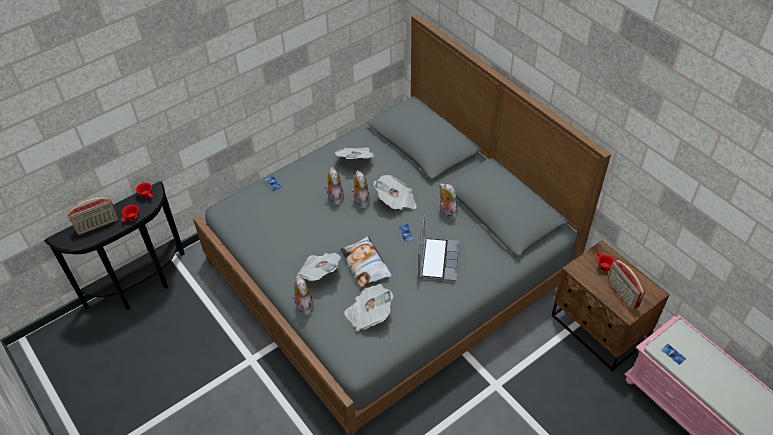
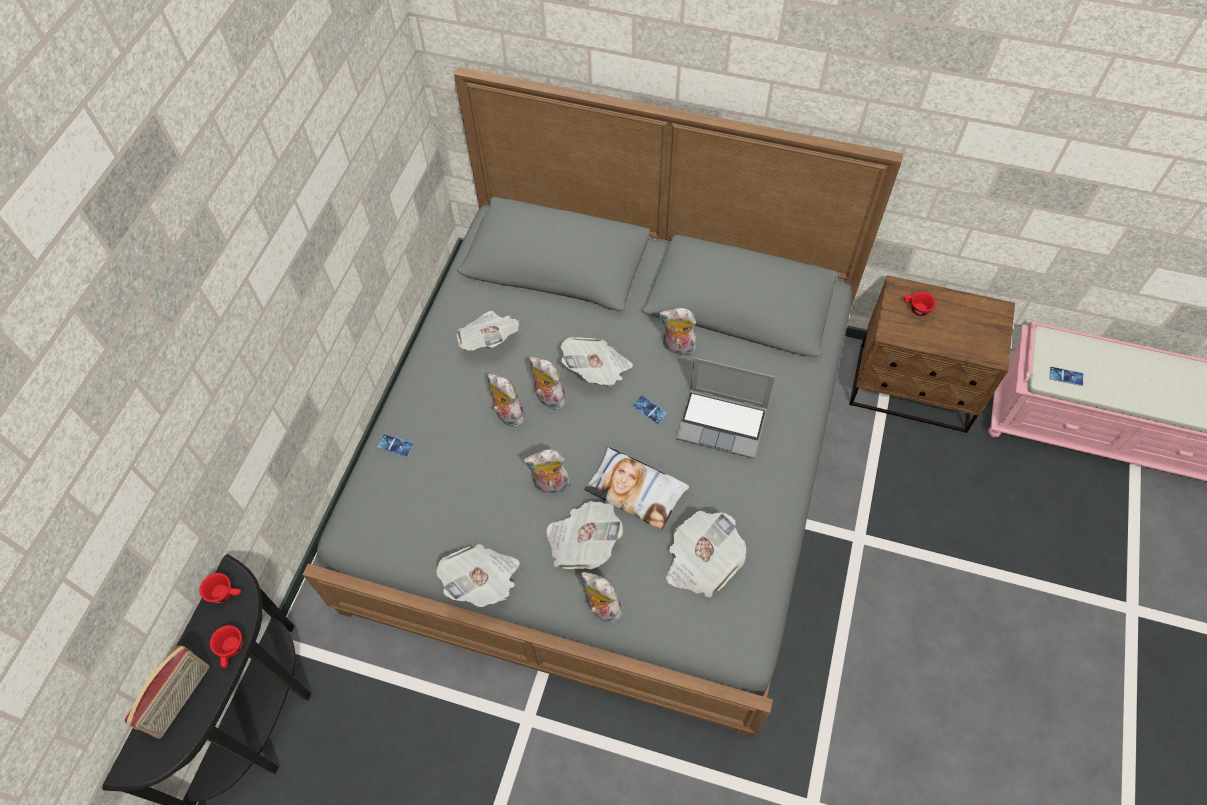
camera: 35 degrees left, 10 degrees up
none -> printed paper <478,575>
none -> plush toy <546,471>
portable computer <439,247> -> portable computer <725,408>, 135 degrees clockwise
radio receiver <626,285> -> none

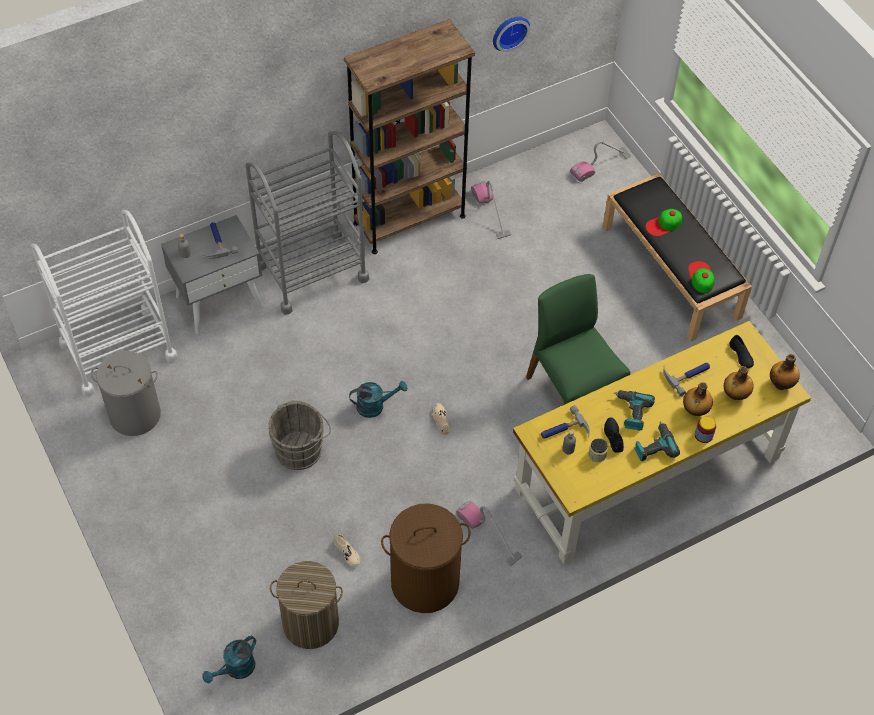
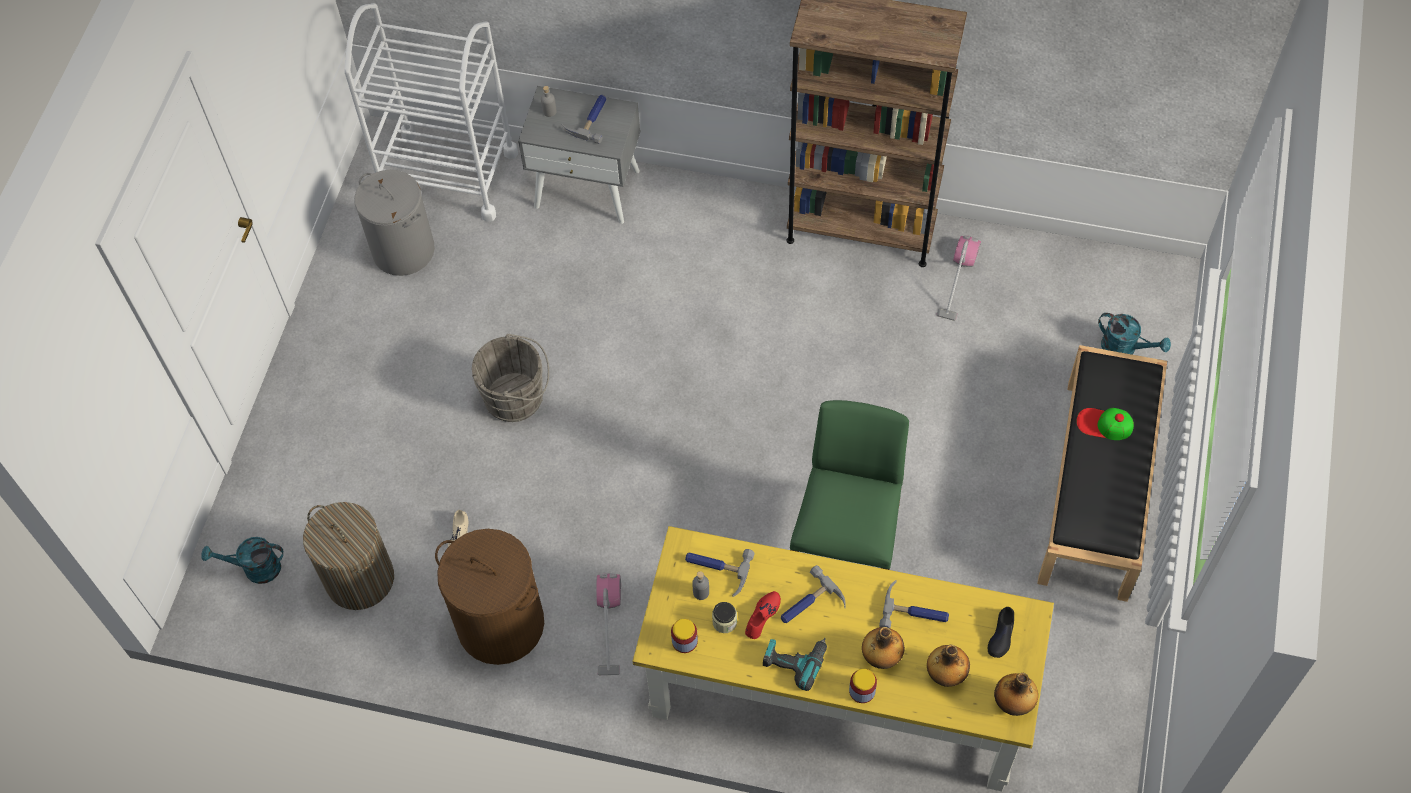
camera: 45 degrees right, 5 degrees up
none -> jar <684,636>
shoe (black) <614,435> -> shoe (reddish) <763,615>
power drill <634,410> -> hammer <813,594>
watering can (turquoise) <378,399> -> watering can (turquoise) <1134,334>, moved
trolley (gray) <307,223> -> none
shoe (beige-coloured) <441,419> -> none
hanging clock <511,34> -> none
hoover <600,161> -> none
baseball cap <701,277> -> none

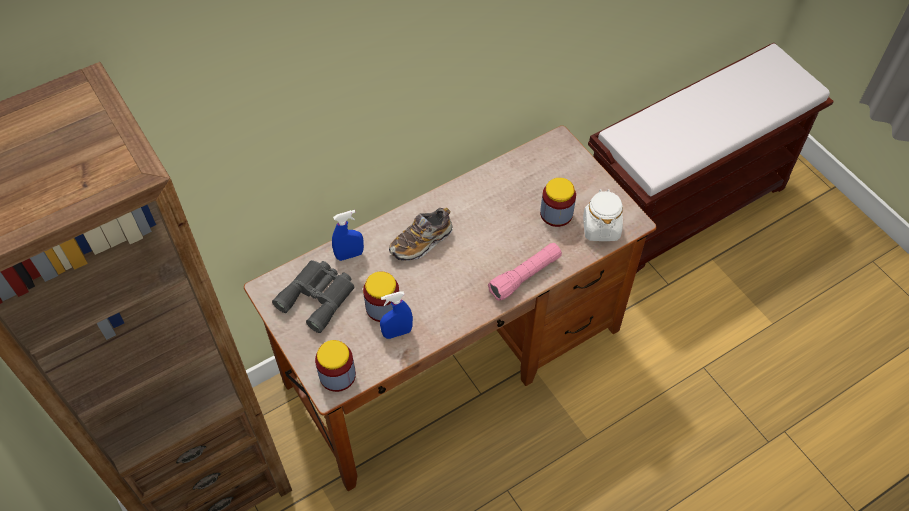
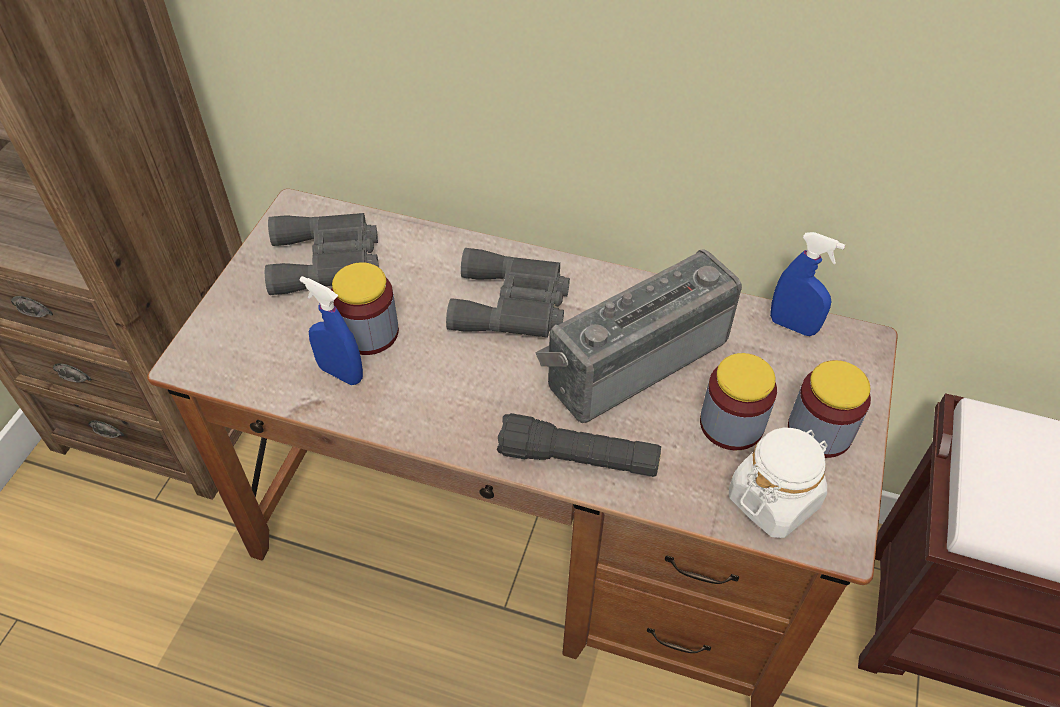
camera: 50 degrees right, 5 degrees down
shoe <421,234> -> pair of binoculars (gray) <508,293>
flashlight (pink) <525,272> -> flashlight (black) <579,445>
none -> radio receiver <639,336>
hand sprayer (blue) <348,235> -> hand sprayer (blue) <807,284>, moved
jar <335,366> -> jar <829,409>, moved

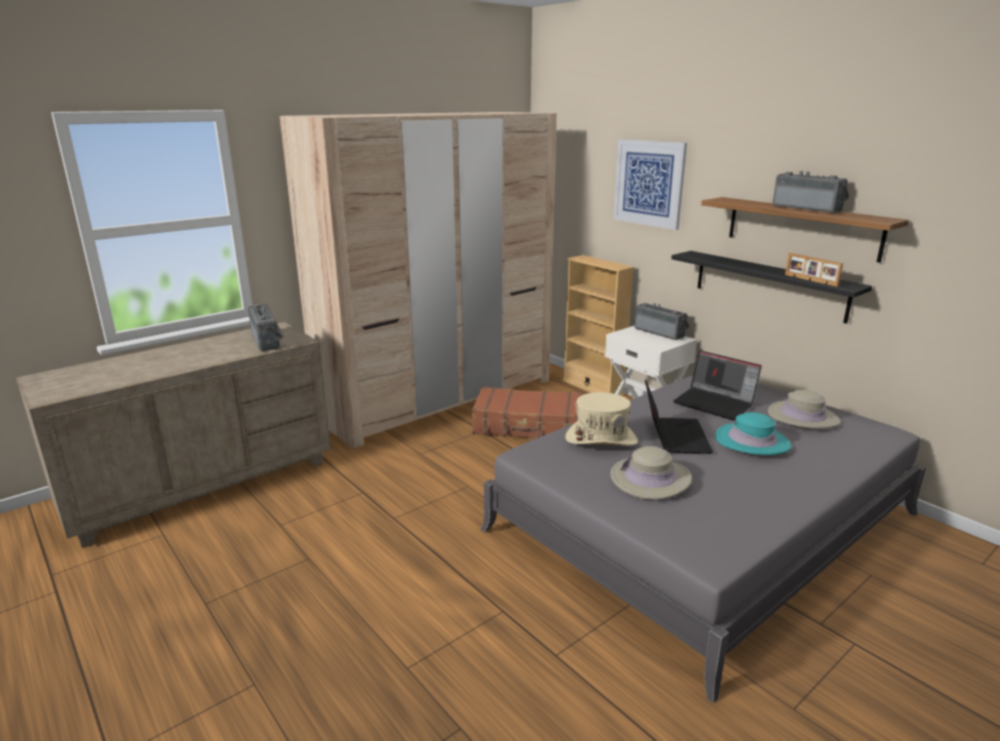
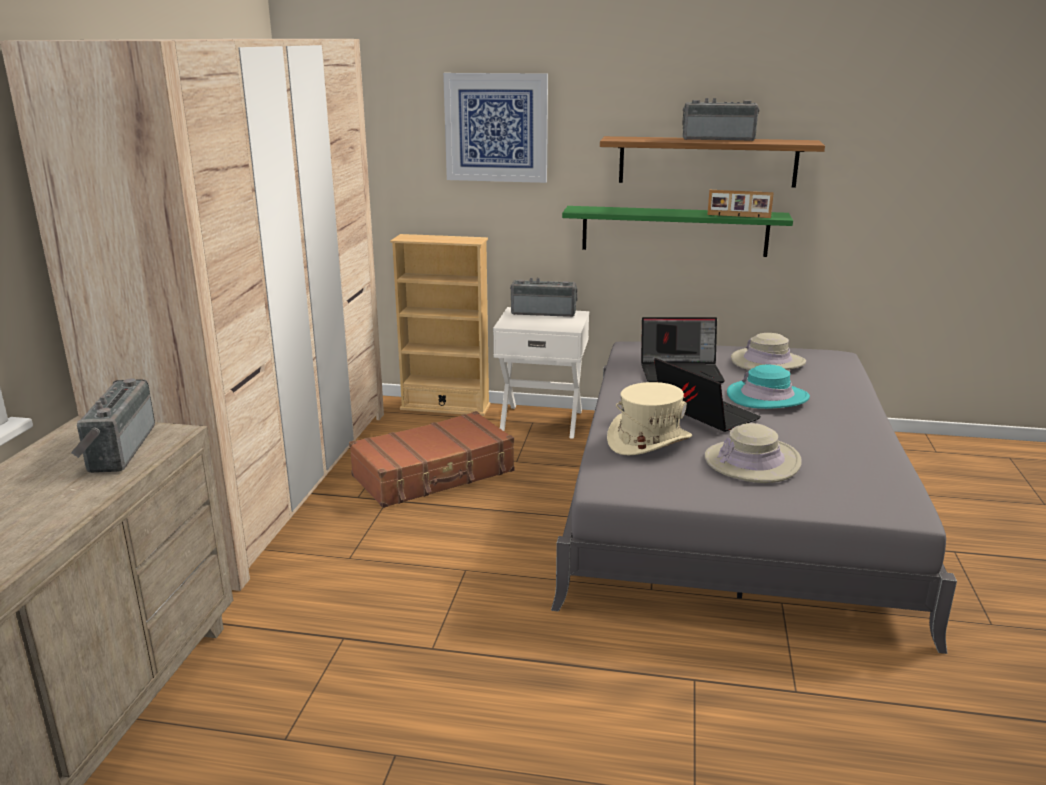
camera: 40 degrees left, 0 degrees up
radio receiver <266,327> -> radio receiver <113,425>, 120 degrees counterclockwise
wall shelf (black) <771,287> -> wall shelf (green) <677,231>

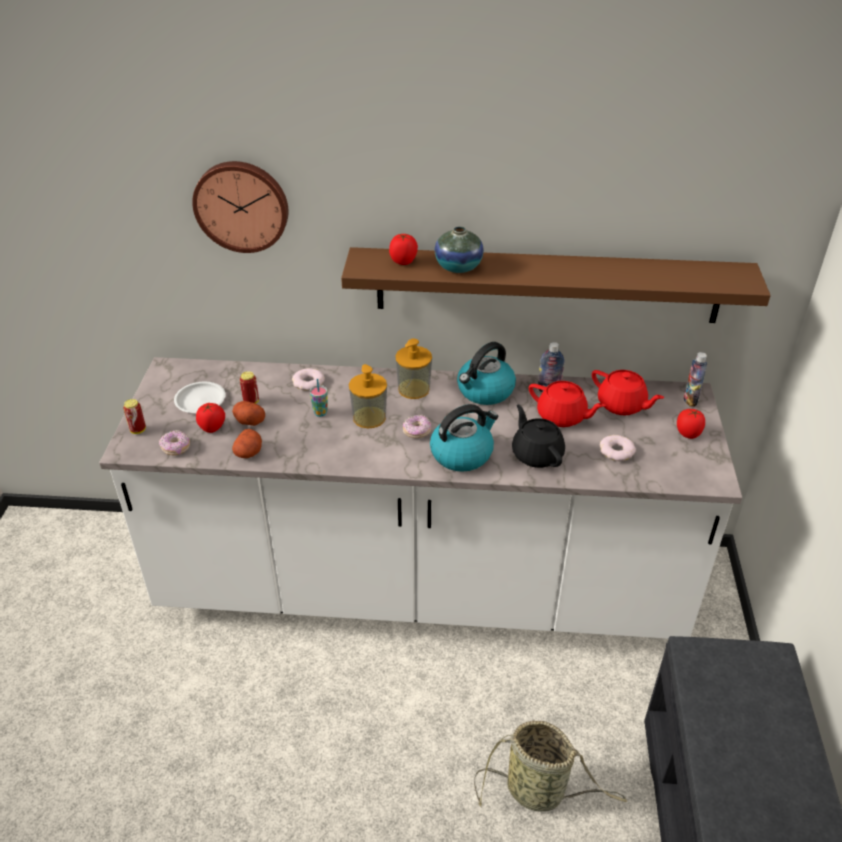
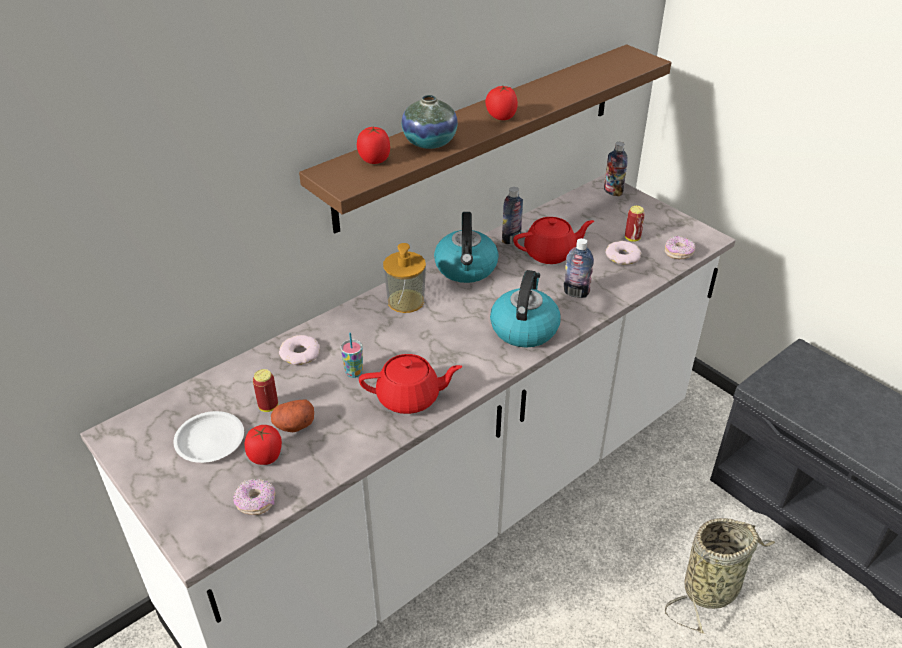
camera: 45 degrees left, 0 degrees up
tea pot (reddish) <628,392> -> tea pot (reddish) <410,384>, moved
whole tomato <691,424> -> whole tomato <501,102>, moved
tea pot (black) <538,436> -> bottle <578,268>
metal can <134,416> -> metal can <635,224>, moved
ring doughnut <417,426> -> ring doughnut <680,247>, moved
hanging clock <240,207> -> none
spud <247,443> -> none
liquid soap bottle <368,396> -> none

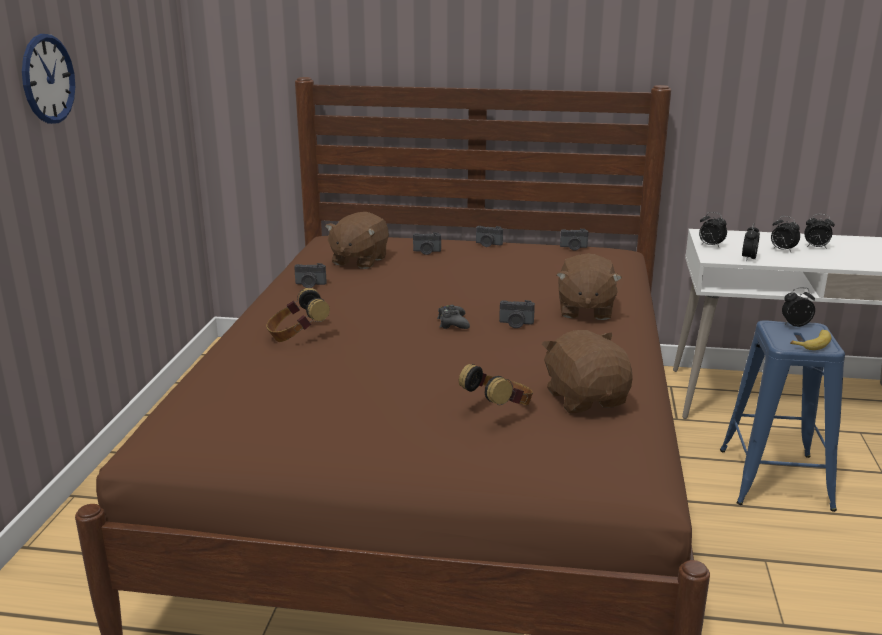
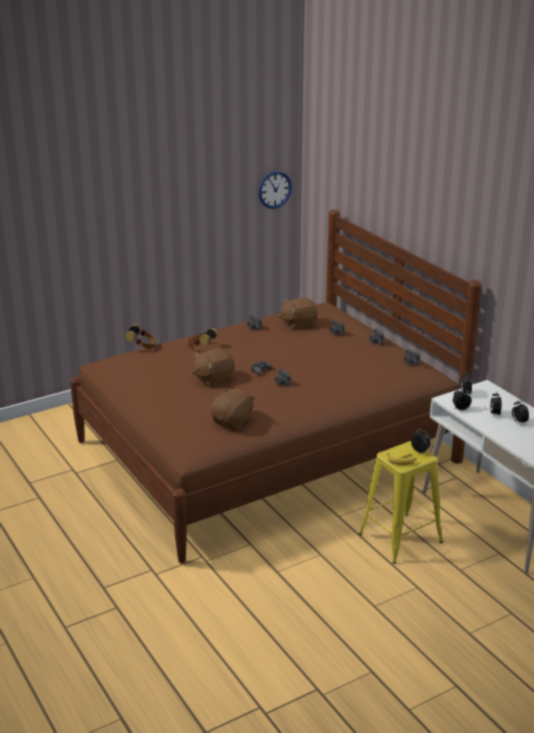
camera: 50 degrees right, 5 degrees up
headphones <496,385> -> headphones <141,336>, moved
plush toy (brownish) <589,286> -> plush toy (brownish) <213,367>, moved
hanging clock <48,79> -> hanging clock <275,190>, moved
sitting stool (blue) <782,416> -> sitting stool (yellow) <401,502>

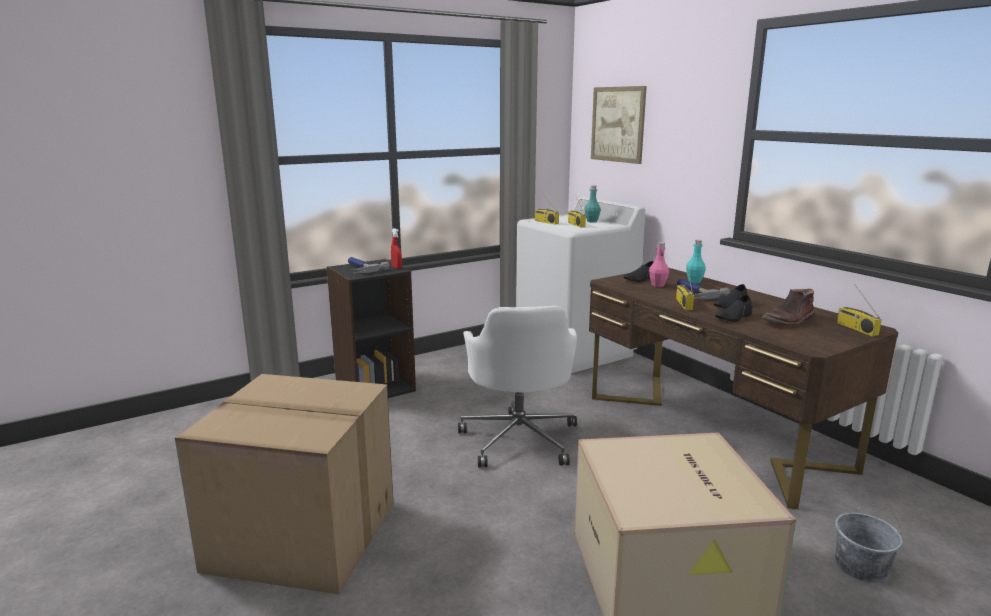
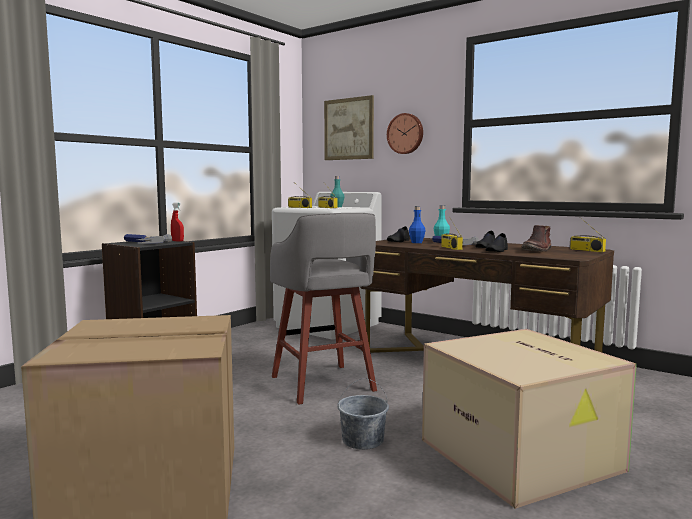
camera: 20 degrees left, 10 degrees down
desk chair (whitish) <517,387> -> sitting stool (gray) <323,309>
bucket (gray) <869,543> -> bucket (gray) <363,414>, moved
none -> hanging clock <405,133>
bottle (pink) <659,264> -> bottle (blue) <417,224>

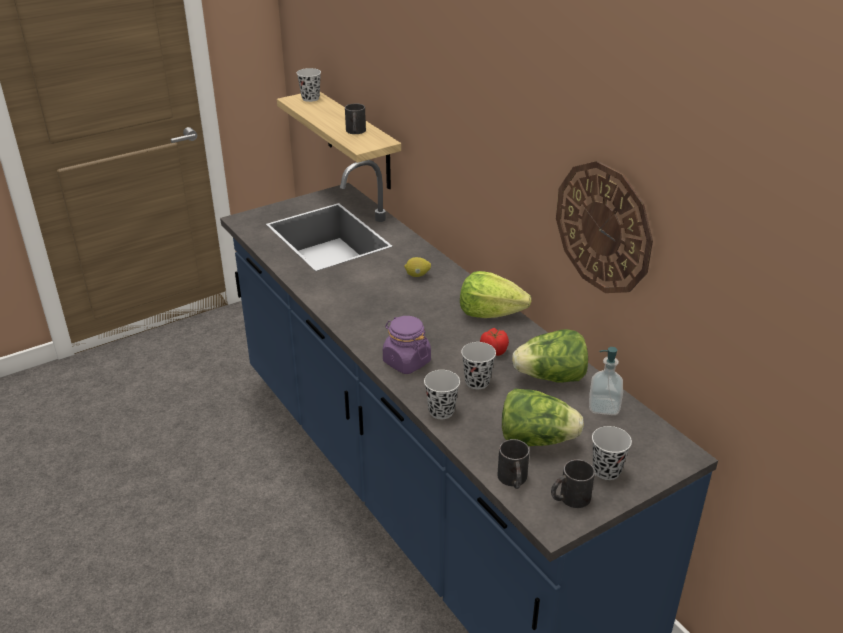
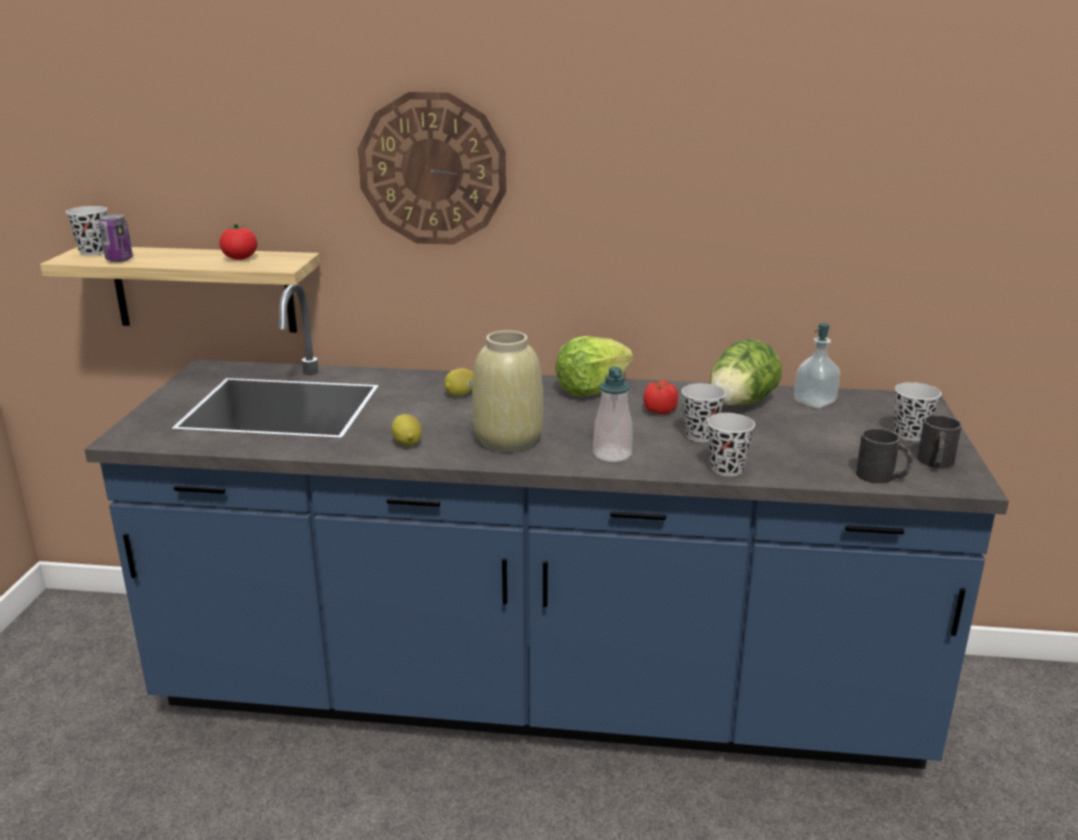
camera: 50 degrees left, 10 degrees down
none -> metal can <116,238>
mug (black) <355,118> -> whole tomato <238,242>
hanging clock <604,227> -> hanging clock <432,168>, moved
none -> whole lemon <407,430>
none -> flower vase (beige-coloured) <507,391>
jar (purple) <407,345> -> liquid soap bottle <613,414>
head of lettuce <543,417> -> none

